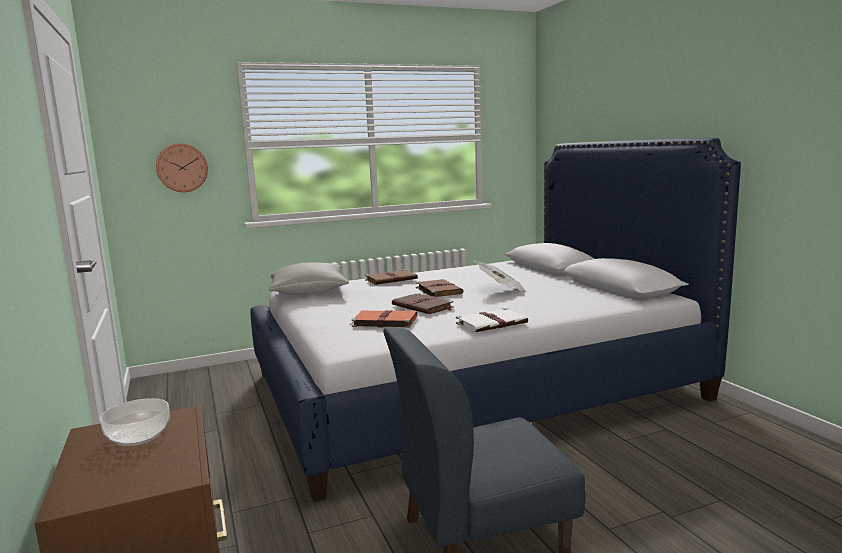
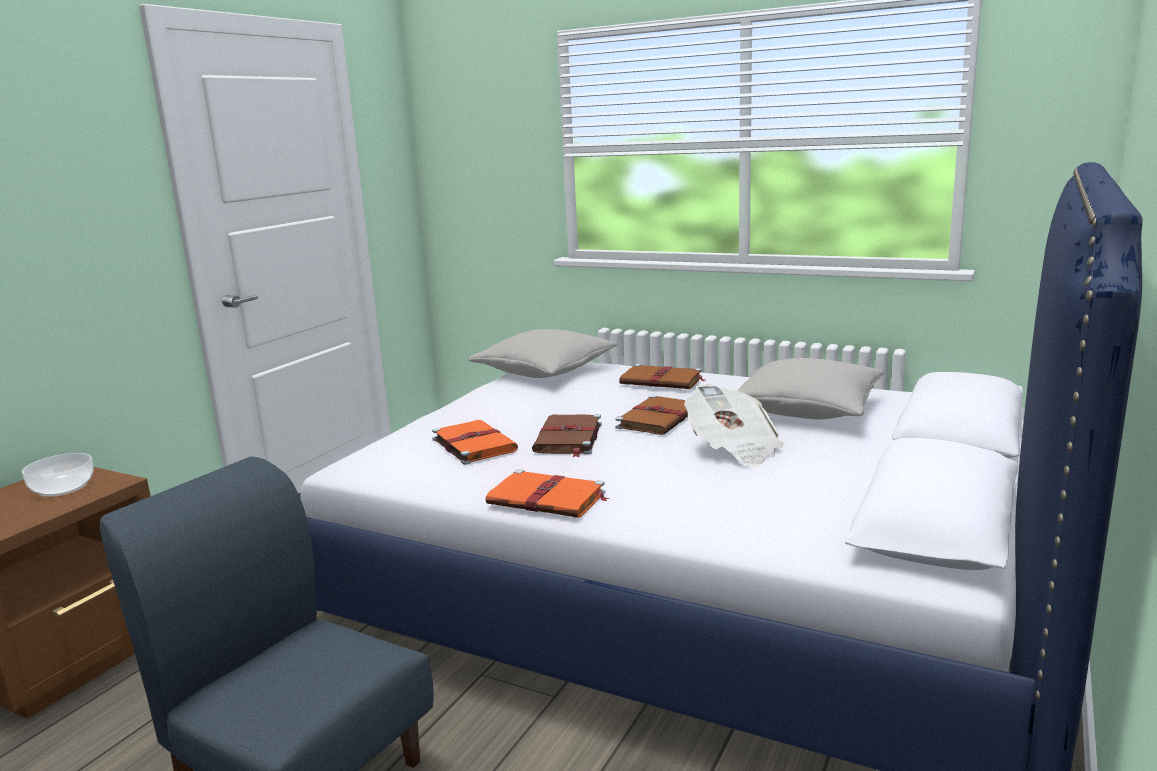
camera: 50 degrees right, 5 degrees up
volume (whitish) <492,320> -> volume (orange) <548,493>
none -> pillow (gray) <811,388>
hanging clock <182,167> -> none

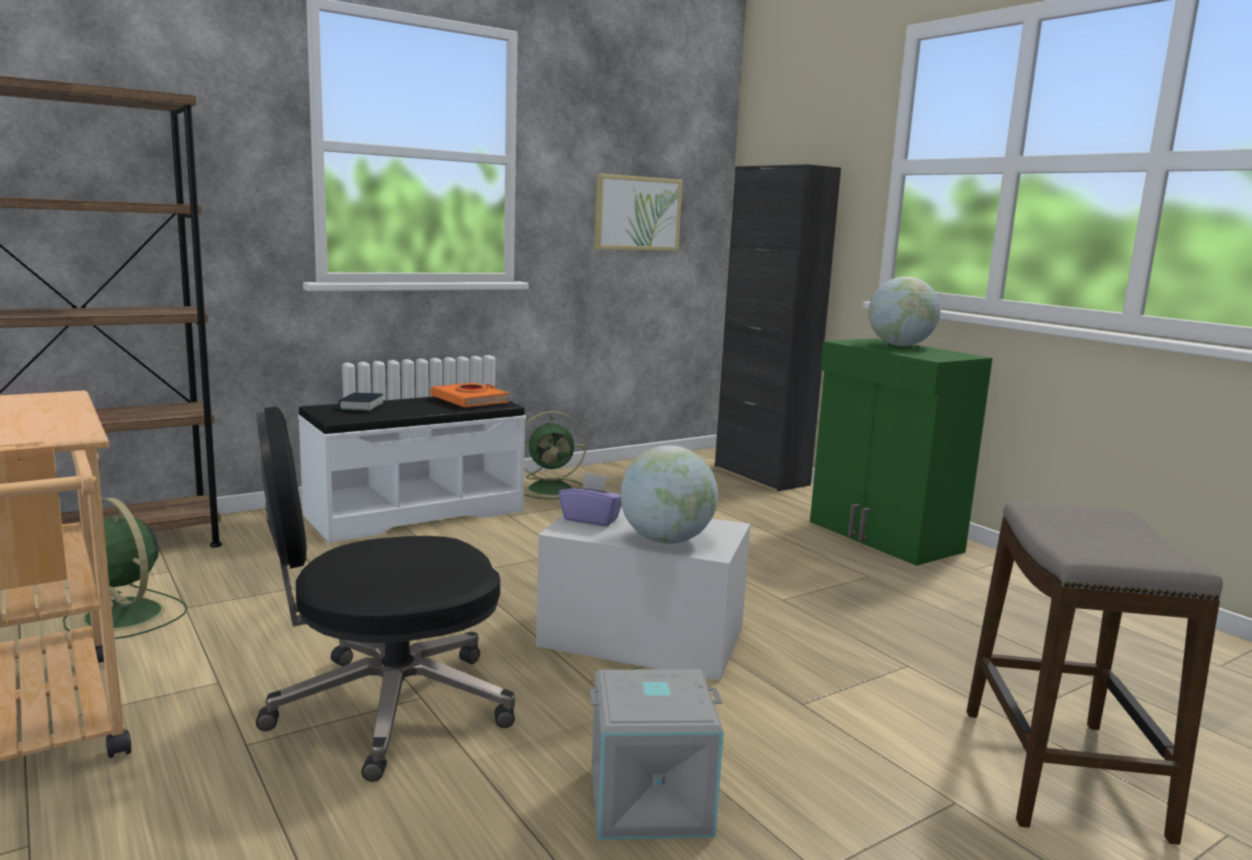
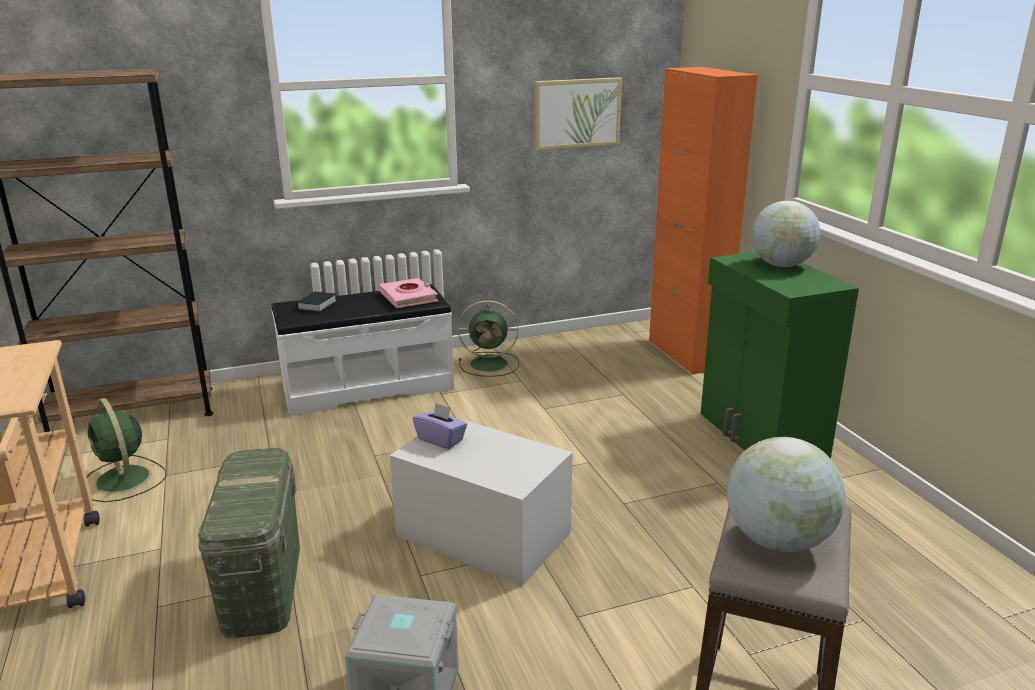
camera: 15 degrees right, 10 degrees up
desk chair (black) <385,594> -> storage bin (green) <249,543>
volume (orange) <470,394> -> volume (pink) <408,293>
storage cabinet (black) <778,327> -> storage cabinet (orange) <703,221>
desk globe <669,494> -> desk globe <786,494>, moved

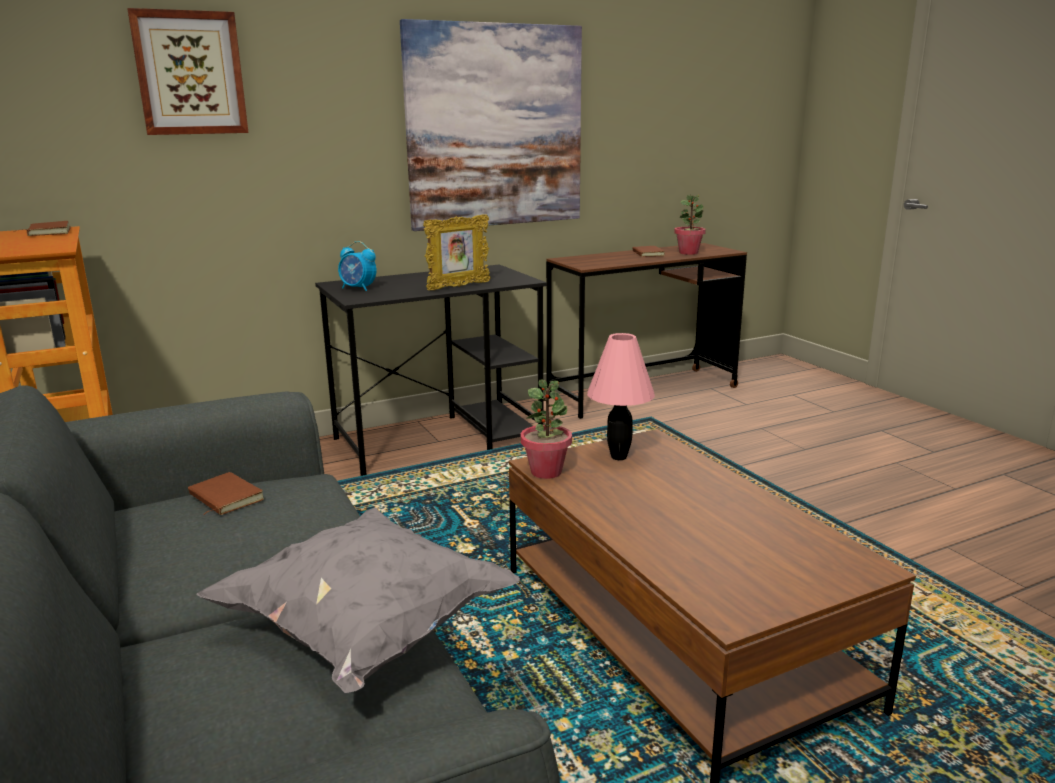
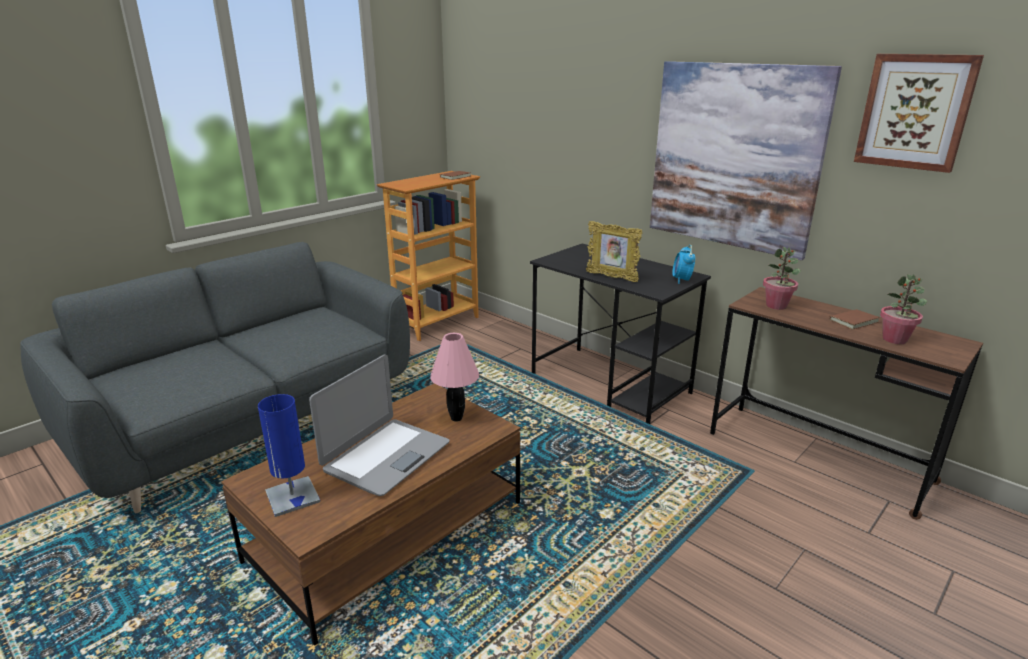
camera: 70 degrees right, 5 degrees up
none -> table lamp (blue) <289,455>
none -> portable computer <379,425>
alarm clock <357,266> -> alarm clock <683,264>, moved
houseplant <546,429> -> houseplant <782,278>, moved
picture <187,71> -> picture <919,113>, moved
volume (brownish) <226,493> -> none
pillow (gray) <358,600> -> none

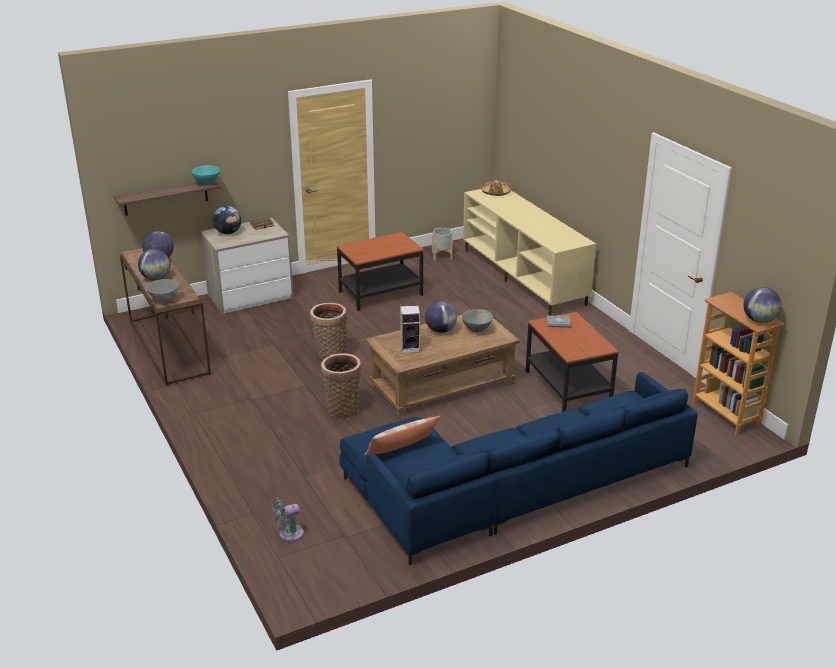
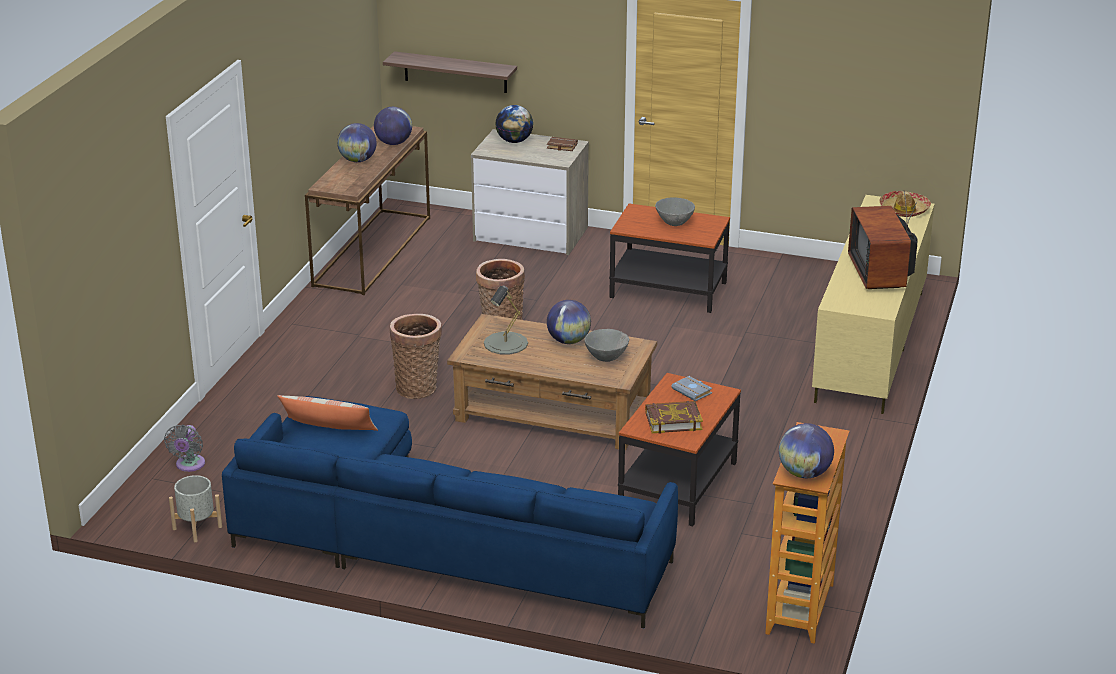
camera: 45 degrees right, 0 degrees up
fan (gray) <287,519> -> fan (gray) <184,448>, 105 degrees counterclockwise
flower pot (gray) <442,244> -> flower pot (gray) <195,508>, moved
speaker <410,329> -> table lamp (gray) <506,320>
none -> volume <674,417>
deep dish (gray) <162,290> -> deep dish (gray) <675,211>, moved
none -> television <883,239>
deep dish (turquoise) <205,175> -> none

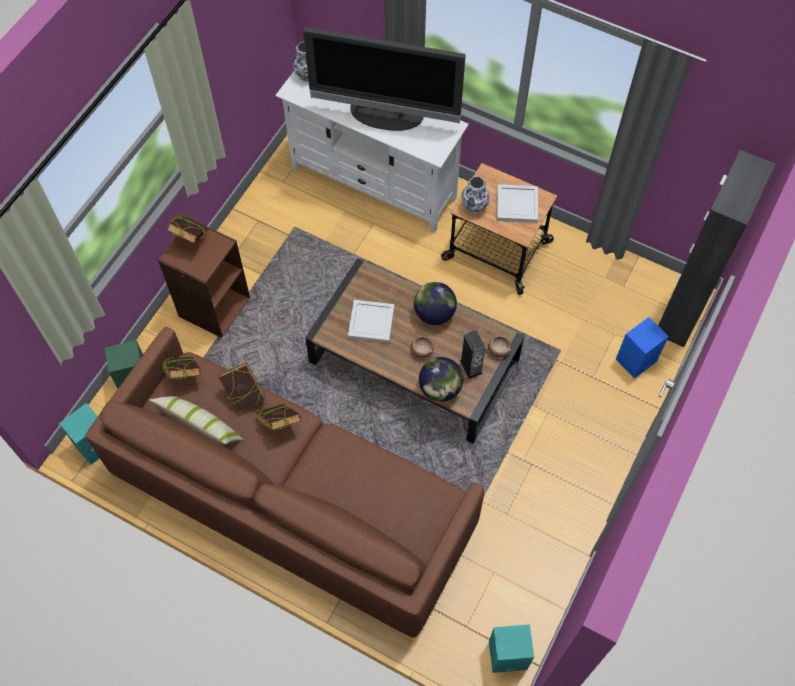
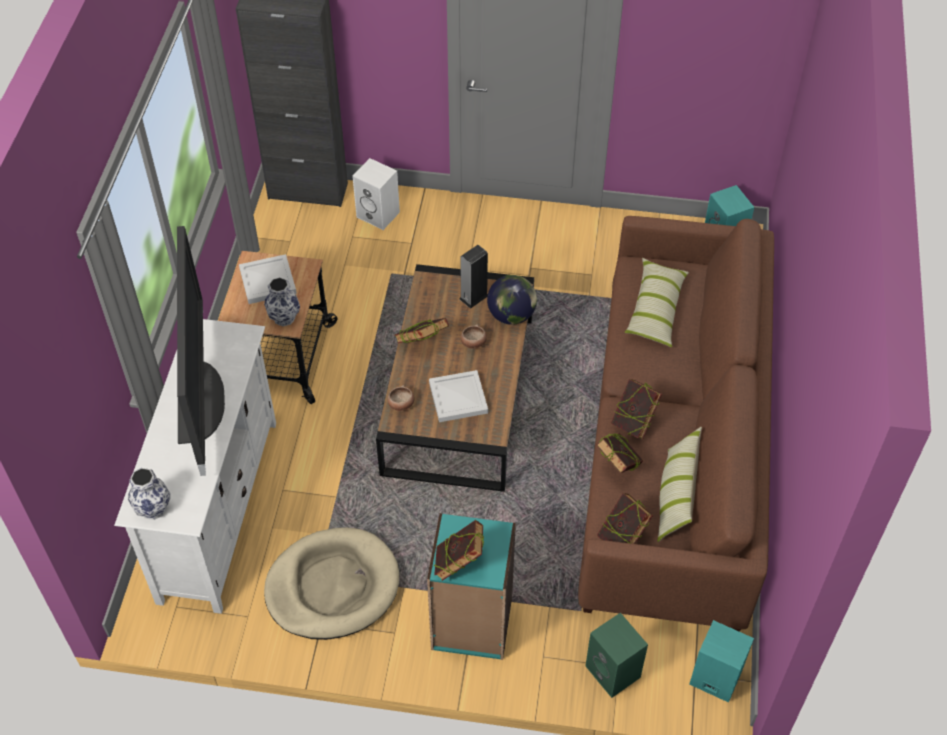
camera: 110 degrees left, 10 degrees down
none -> dog cushion (beige-coloured) <331,584>
speaker (blue) <642,348> -> speaker (whitish) <376,194>
deep dish <499,347> -> deep dish <401,398>, moved
desk globe <435,303> -> volume <421,330>
bookcase (brownish) <204,280> -> bookcase (turquoise) <471,586>
none -> pillow <657,302>

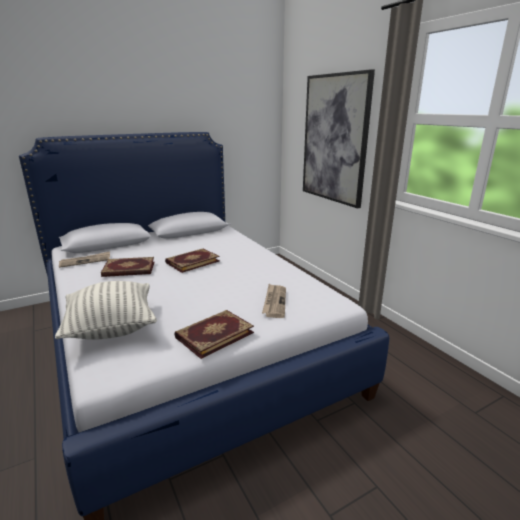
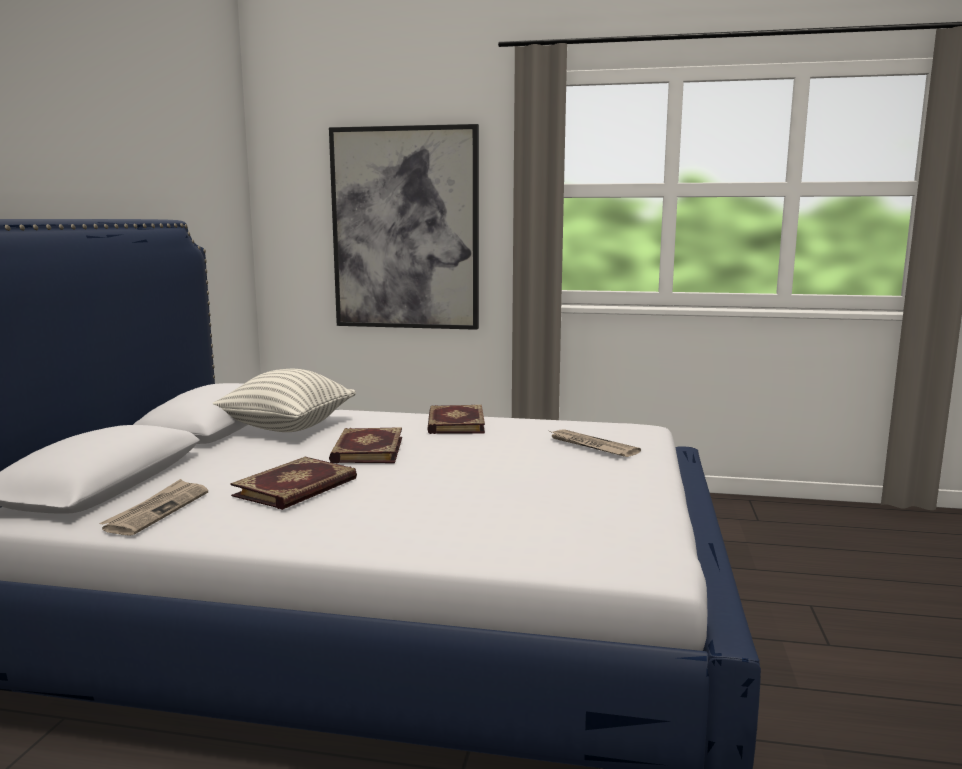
camera: 50 degrees left, 10 degrees down
pillow <106,310> -> pillow <284,400>, moved
volume <214,334> -> volume <456,419>, moved

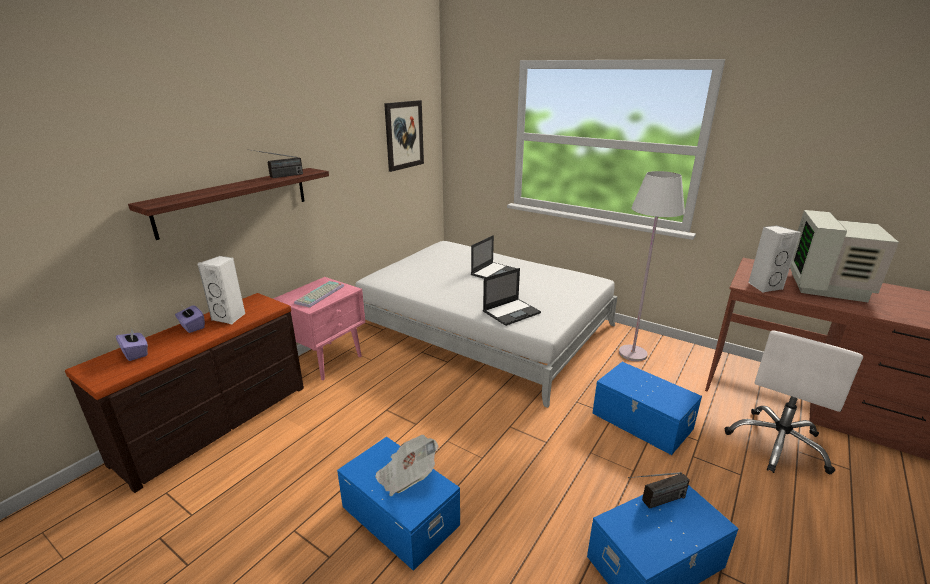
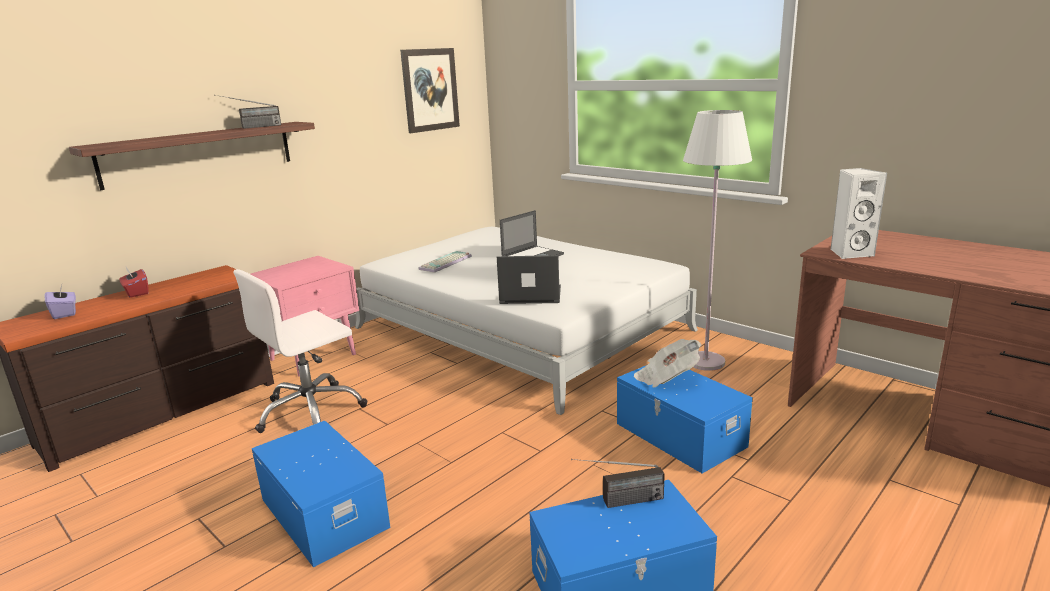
camera: 10 degrees right, 5 degrees down
tissue box (purple) <190,319> -> tissue box (reddish) <134,282>
desk chair (whitish) <793,402> -> desk chair (whitish) <300,351>, moved
keyboard <319,294> -> keyboard <445,262>, moved
portable computer <512,297> -> portable computer <529,279>, 150 degrees counterclockwise
printed paper <407,465> -> printed paper <668,363>, moved
speaker (whitish) <221,290> -> none
computer display <844,256> -> none

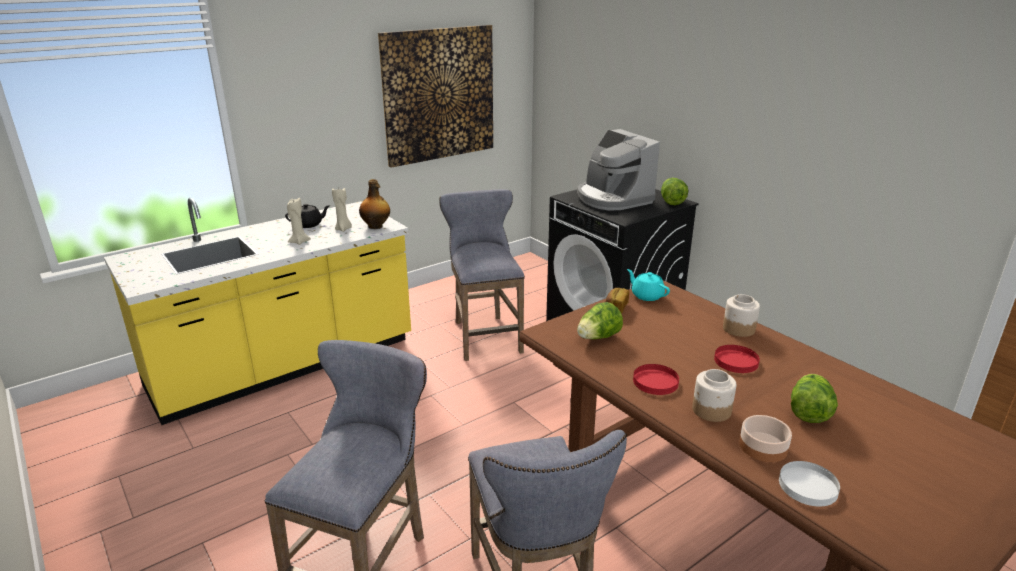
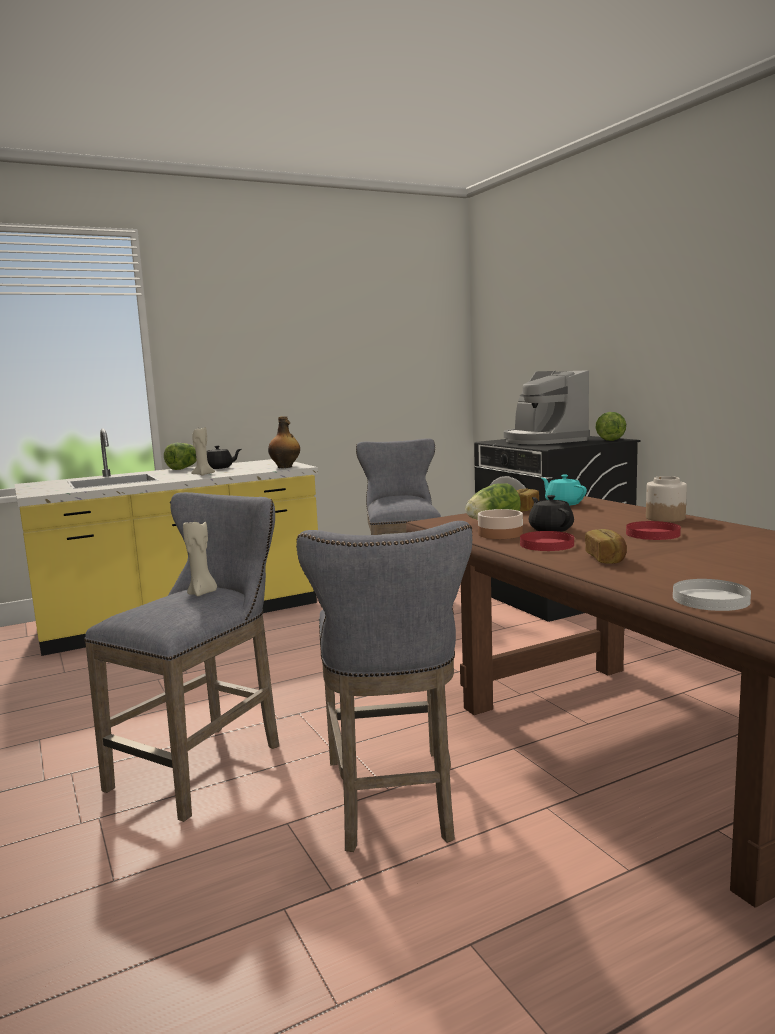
camera: 10 degrees right, 15 degrees down
head of lettuce <814,398> -> head of lettuce <180,456>, moved
candle (beige-coloured) <342,209> -> candle (beige-coloured) <200,557>, moved
deep dish <765,438> -> deep dish <500,524>, moved
none -> tea pot (black) <551,513>
jar <714,395> -> bread <606,546>
picture <435,96> -> none

